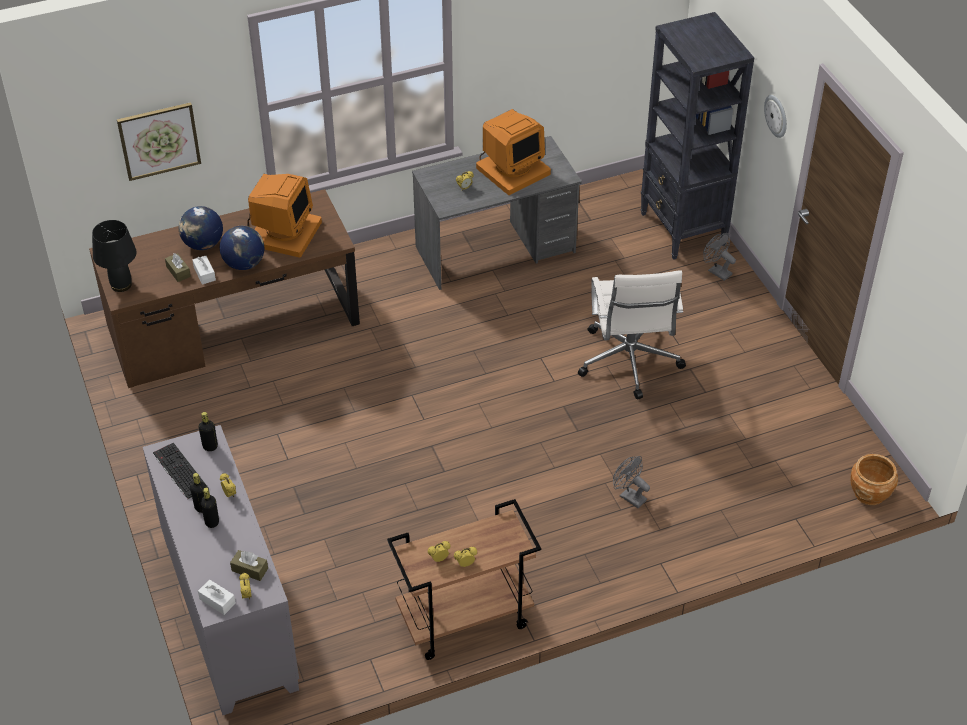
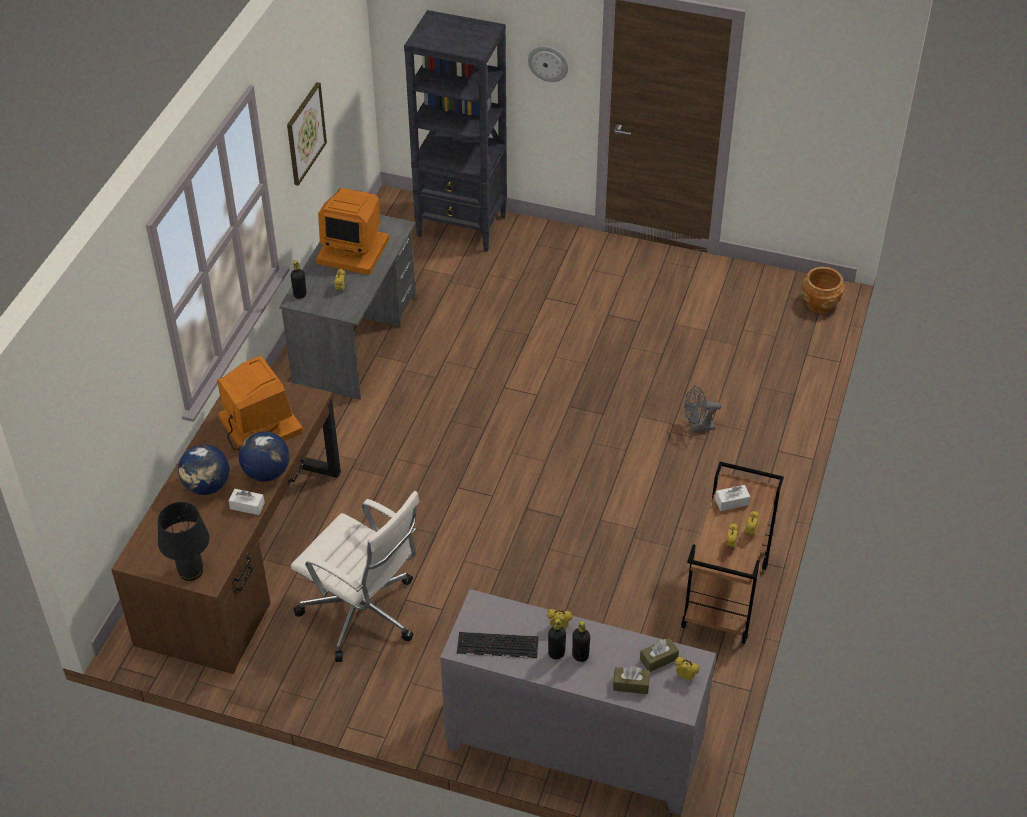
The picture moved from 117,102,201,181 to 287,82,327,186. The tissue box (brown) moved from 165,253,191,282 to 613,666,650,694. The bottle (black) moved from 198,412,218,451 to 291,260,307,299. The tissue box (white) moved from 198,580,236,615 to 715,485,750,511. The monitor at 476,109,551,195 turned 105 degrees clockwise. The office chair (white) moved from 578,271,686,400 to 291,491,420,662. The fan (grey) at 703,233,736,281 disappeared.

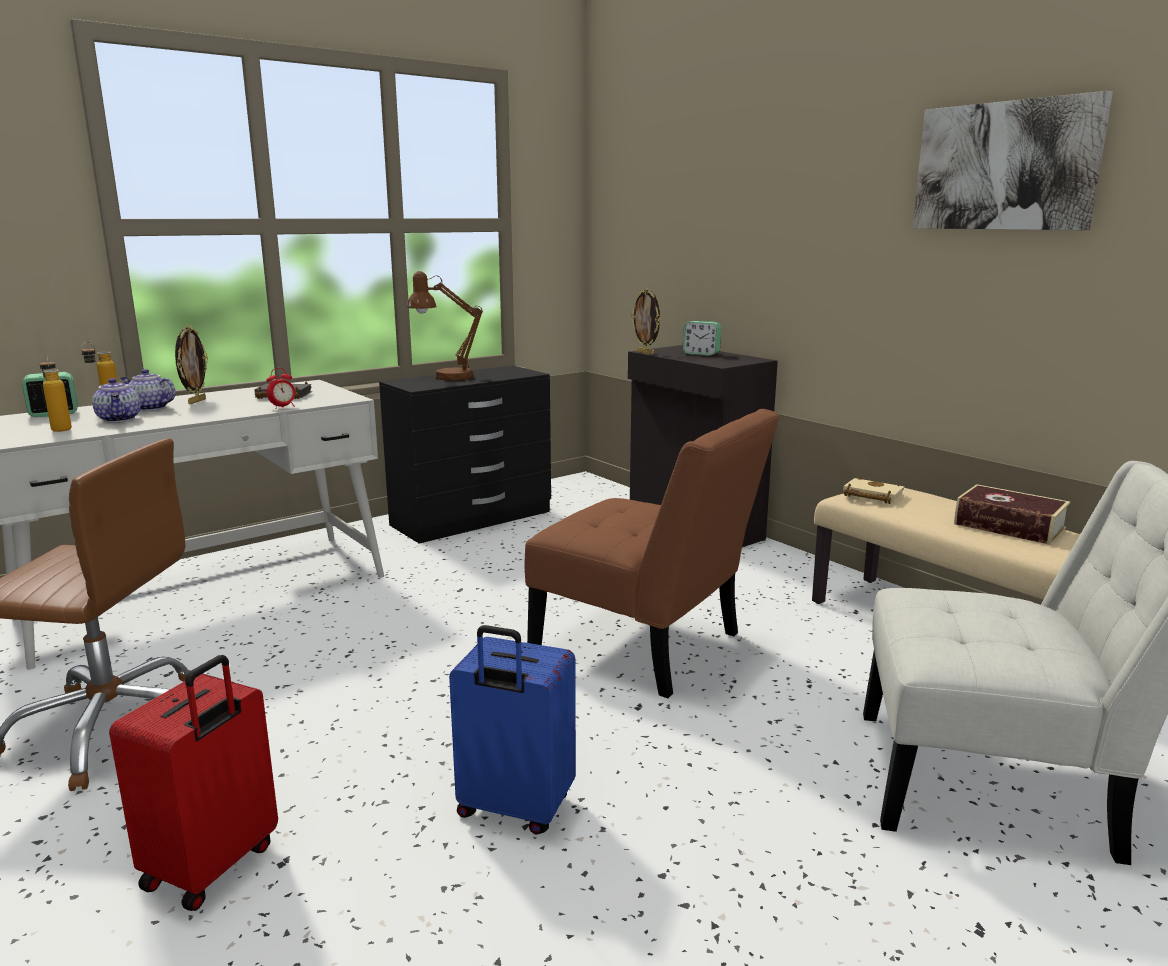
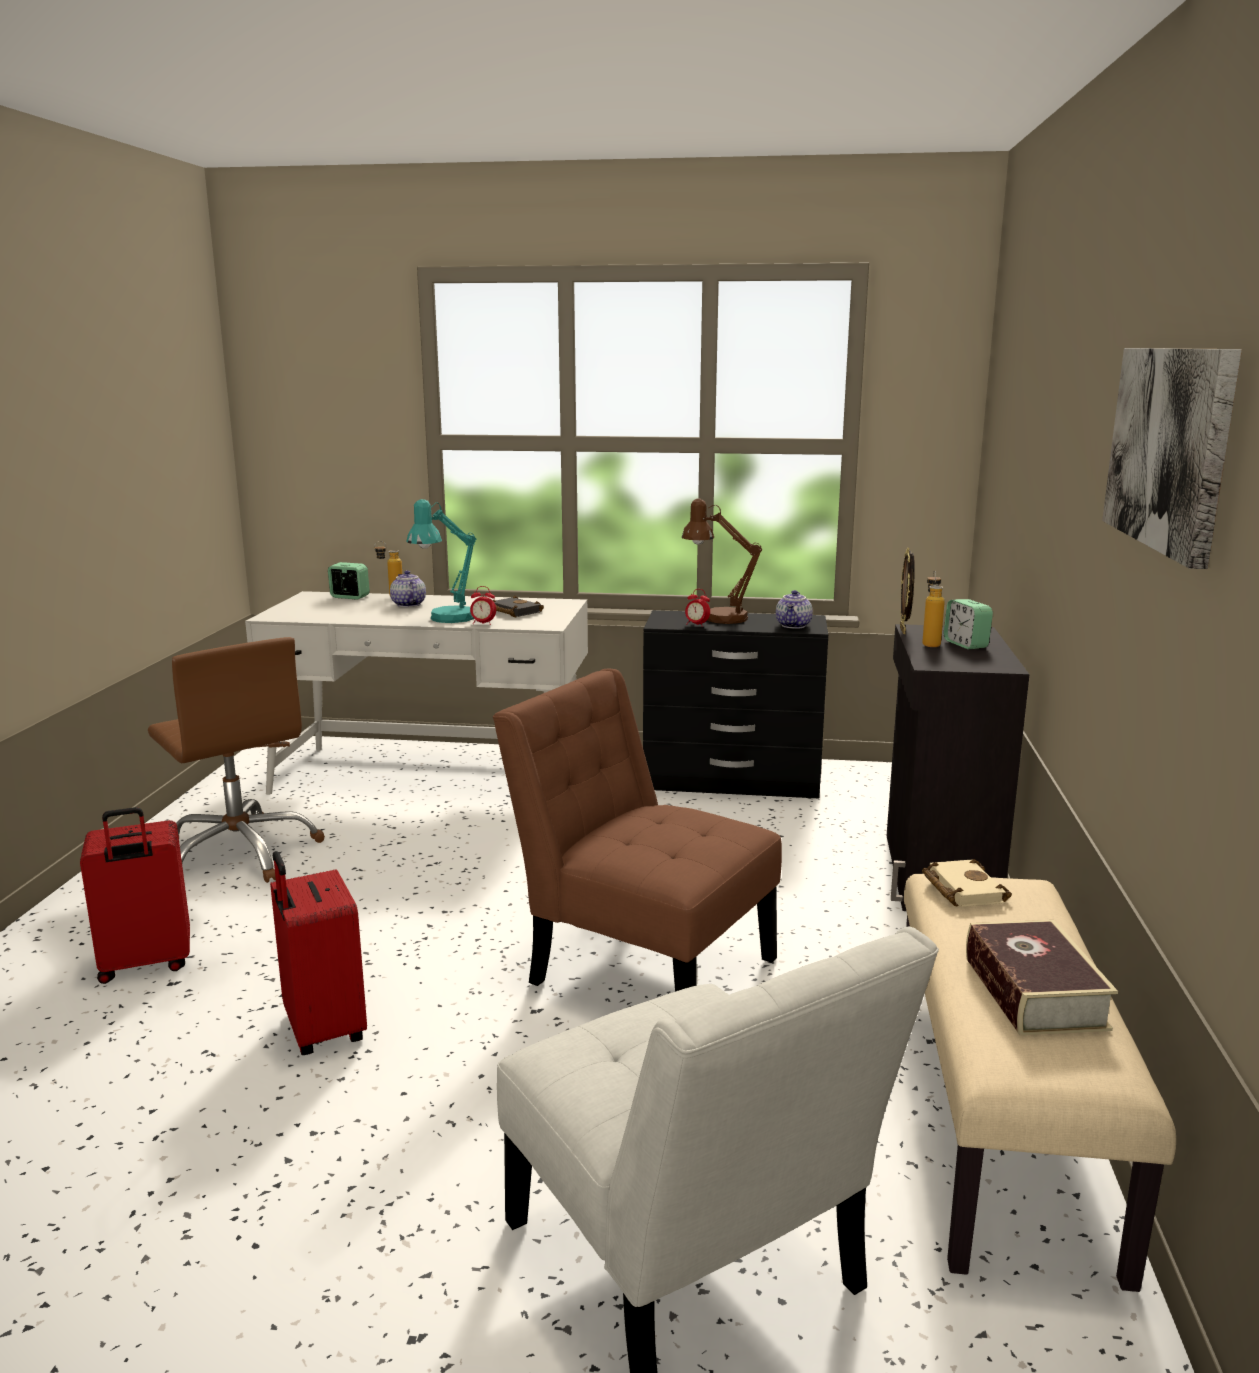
The bottle moved from 40,355,72,432 to 922,570,945,647. The teapot moved from 92,378,141,423 to 776,590,813,629. The picture frame at 175,325,208,404 disappeared. The suitcase (blue) at 449,625,576,835 became the suitcase (red) at 270,851,367,1055. The chair (brown) at 525,409,780,698 turned 135 degrees clockwise. The table lamp (turquoise) at 406,499,476,623 appeared. The alarm clock at 685,589,710,627 appeared.

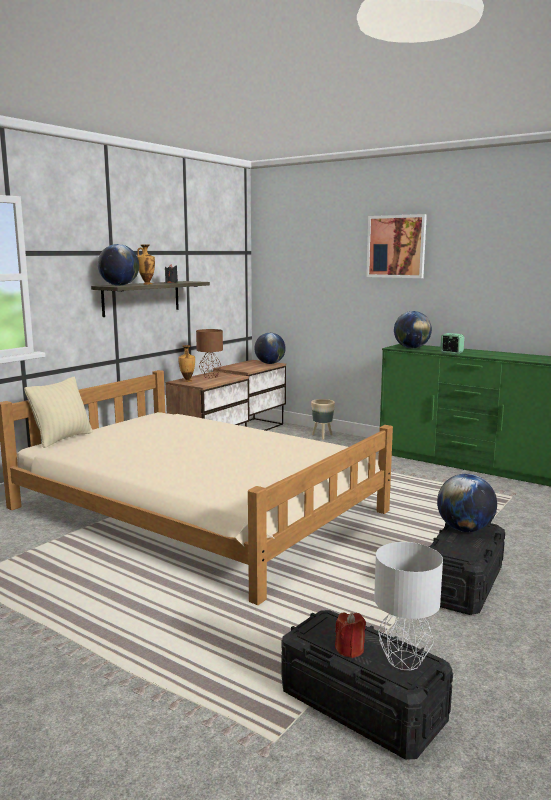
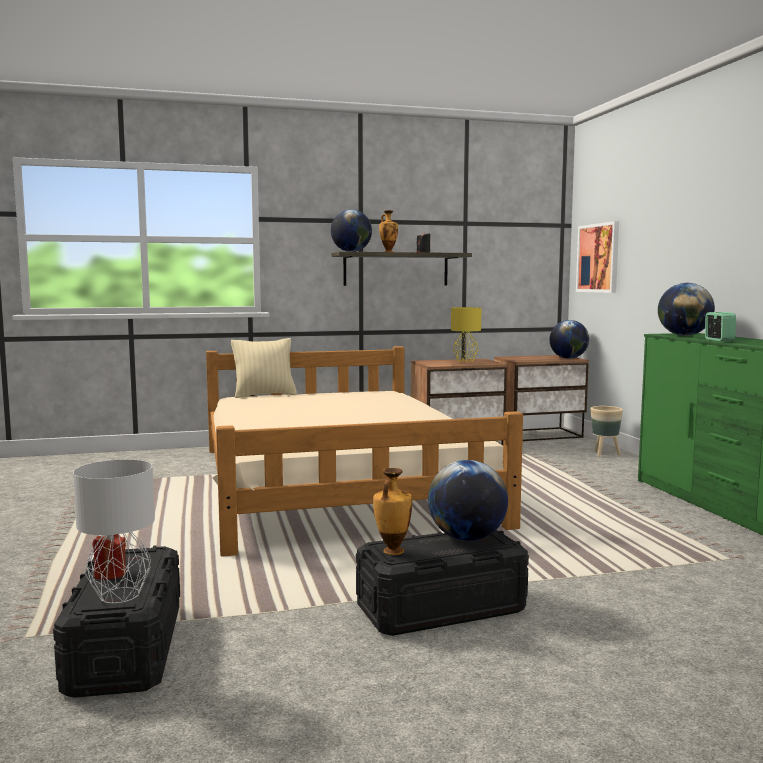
The vase moved from 178,345,195,382 to 373,468,412,555. The table lamp (brown) at 196,329,223,378 became the table lamp (yellow) at 451,307,482,362. The picture moved from 366,214,427,278 to 576,221,619,293.

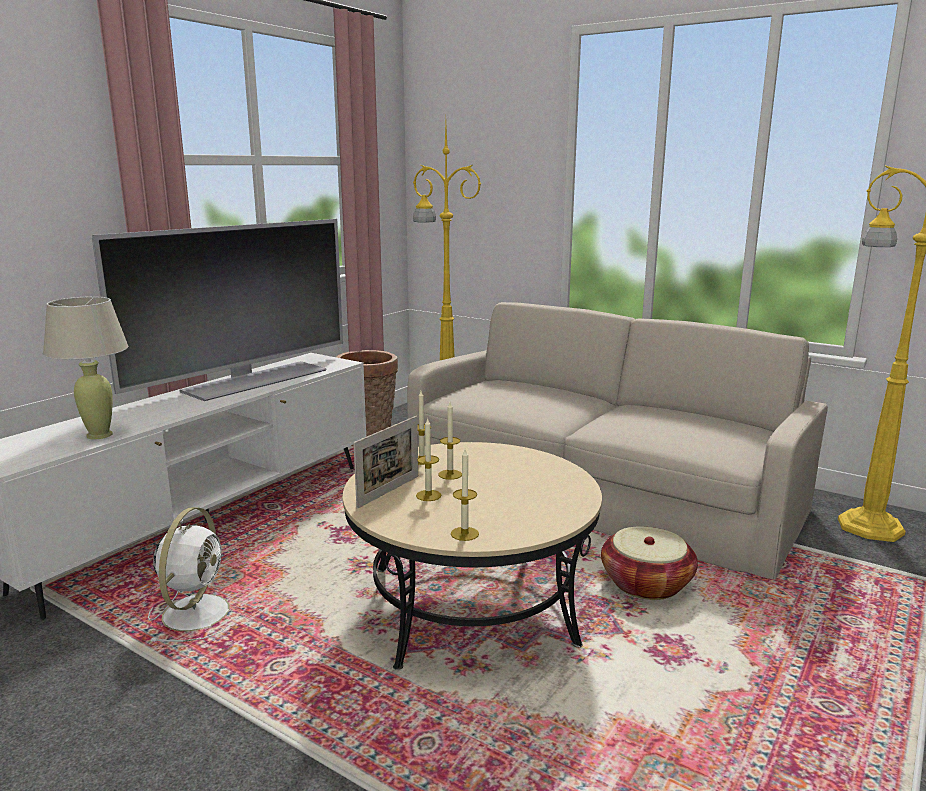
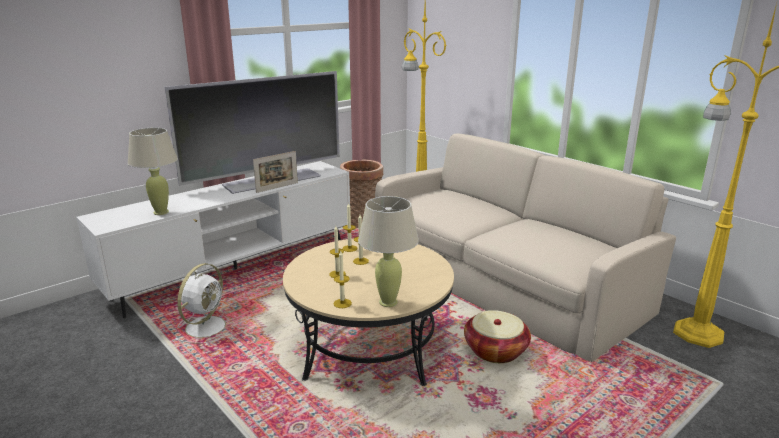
The picture frame moved from 353,416,418,509 to 253,151,298,193. The table lamp (beige) at 358,196,419,307 appeared.

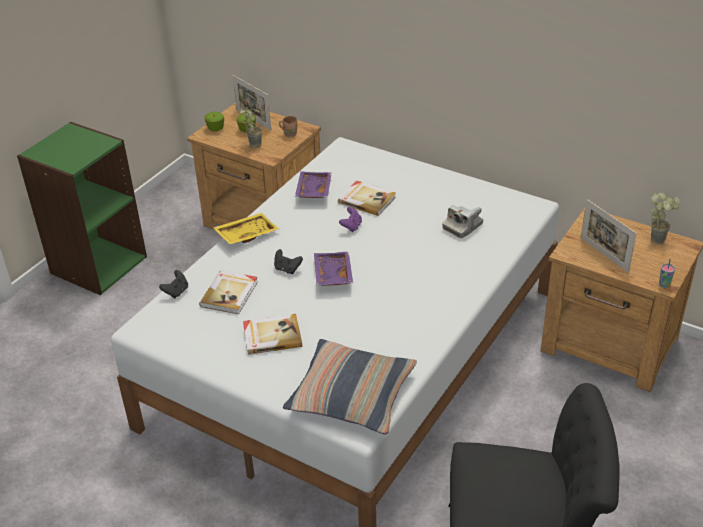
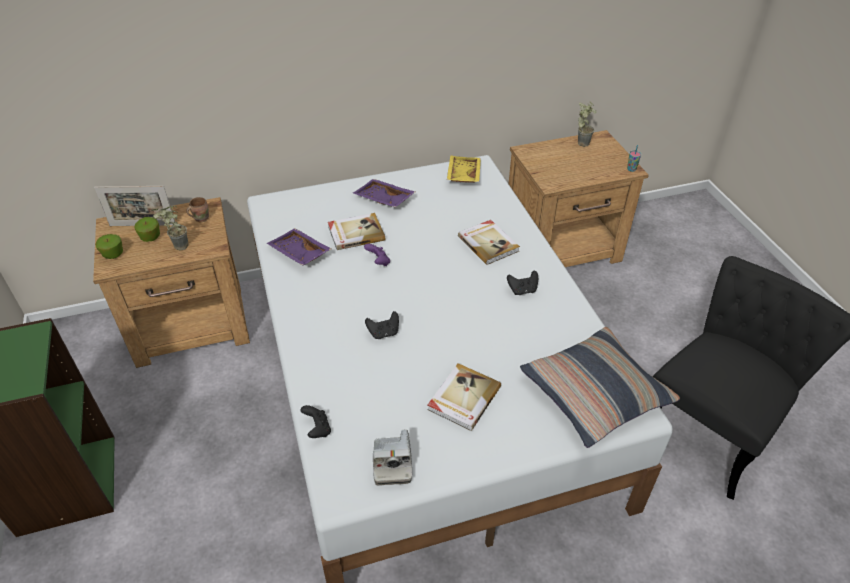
The book moved from 199,270,258,314 to 458,220,520,265. The tray (yellow) moved from 213,213,279,244 to 447,155,481,183. The tray (purple) moved from 314,252,353,286 to 353,179,415,207. The photo camera moved from 442,205,483,238 to 373,430,412,486. The picture frame at 581,199,637,273 disappeared. The game controller (black) at 507,270,538,295 appeared.

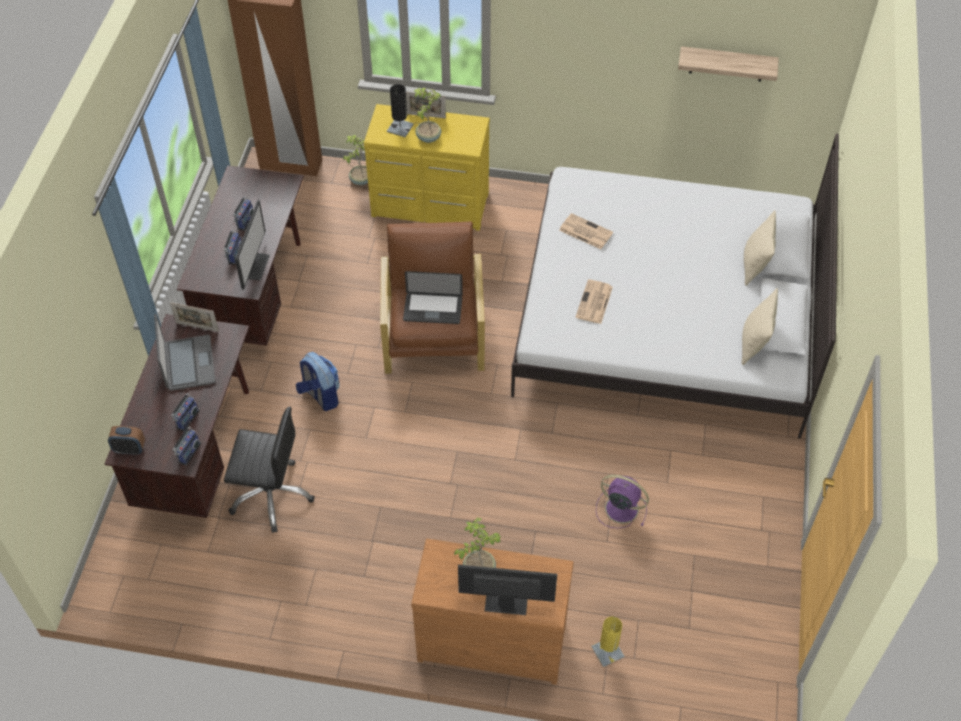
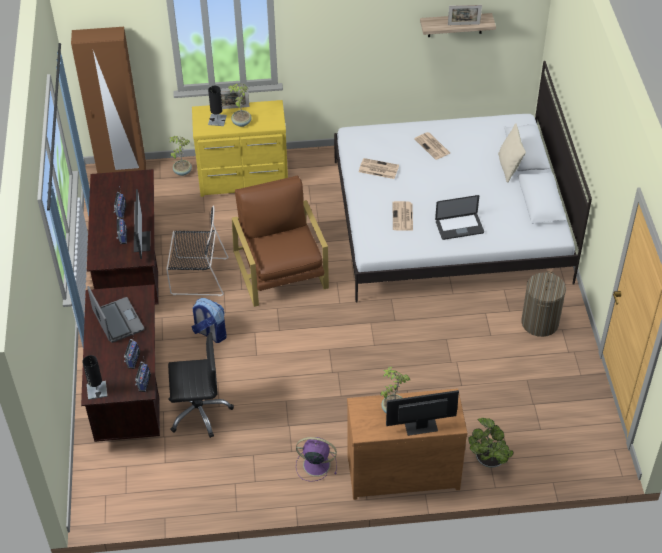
The alarm clock at 108,426,145,455 was replaced by the table lamp (black) at 82,355,108,400. The picture frame moved from 170,302,219,332 to 448,5,482,25. The laptop moved from 403,271,463,324 to 435,195,484,240. The table lamp (yellow) at 591,616,625,667 was replaced by the potted plant at 468,418,514,468. The fan (purple) moved from 596,475,649,528 to 296,437,337,482. The pillow (beige) at 742,288,778,365 disappeared. The chair (black) at 166,206,228,296 appeared. The newspaper at 414,132,450,160 appeared. The laundry basket at 521,271,566,337 appeared.

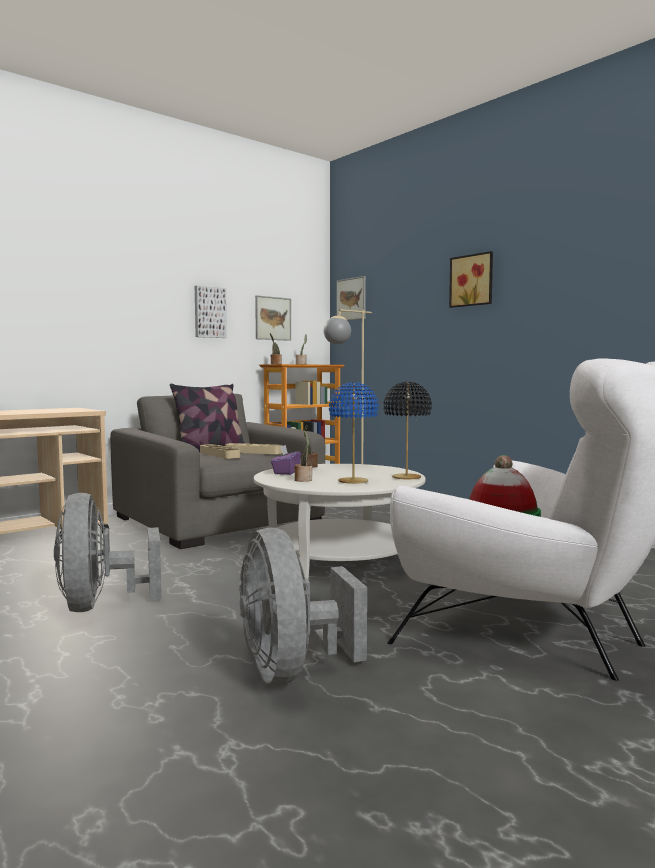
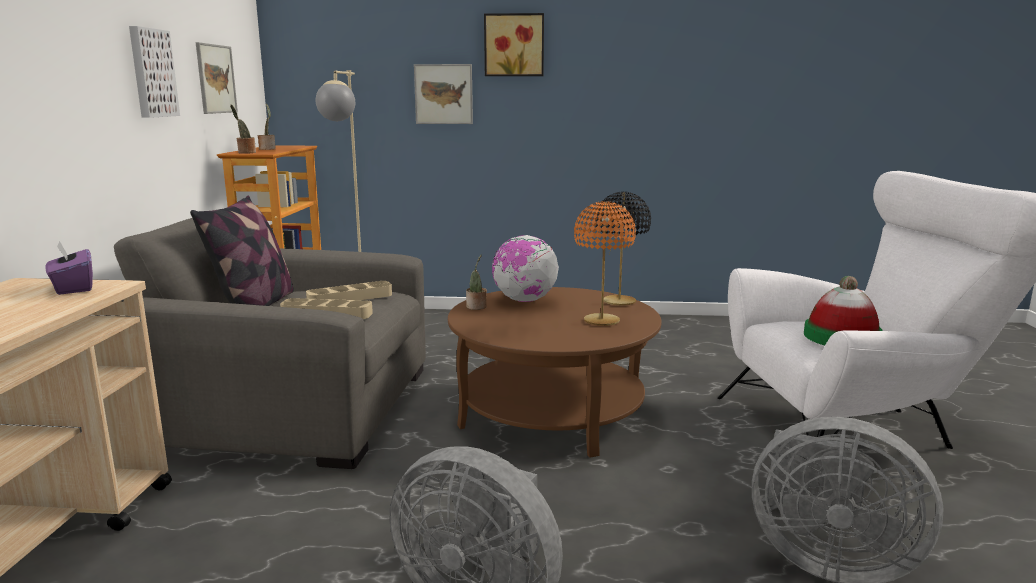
The coffee table (white) at 254,464,426,580 became the coffee table (brown) at 448,287,662,458. The tissue box (purple) moved from 271,445,301,475 to 45,241,93,295. The potted plant at 294,431,312,482 disappeared. The table lamp (blue) at 329,382,379,484 became the table lamp (orange) at 574,201,636,326. The picture moved from 336,276,366,320 to 414,64,473,124. The globe at 492,235,559,302 appeared.

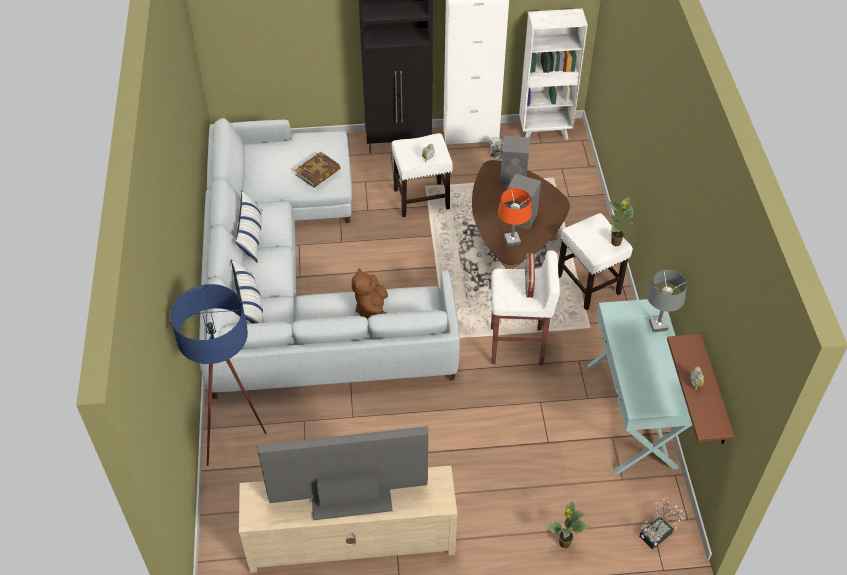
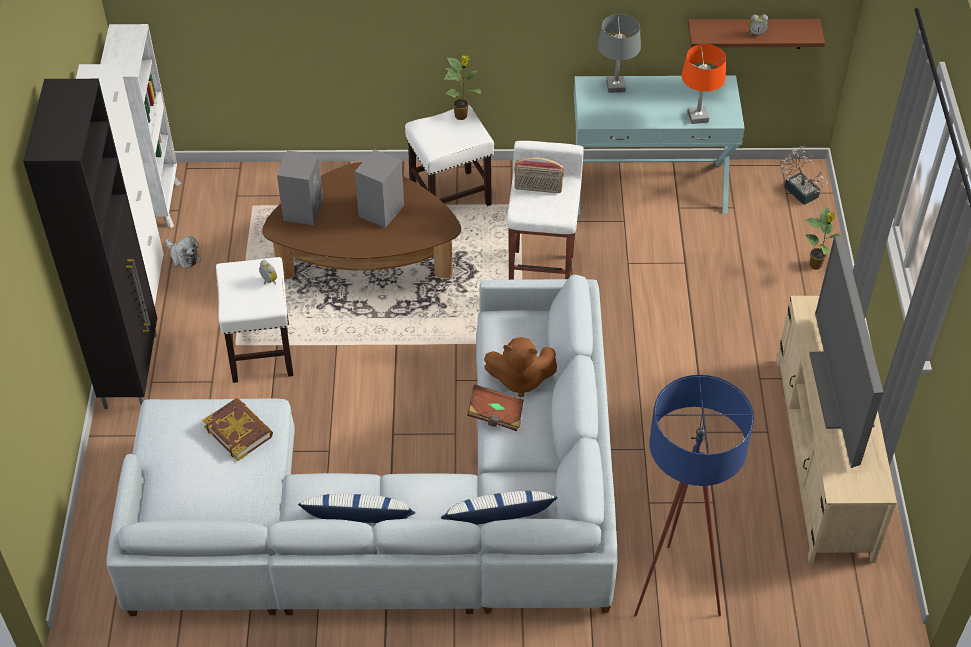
The table lamp (orange) moved from 498,188,532,246 to 681,44,726,124. The book (brown) at 467,384,524,431 appeared.

